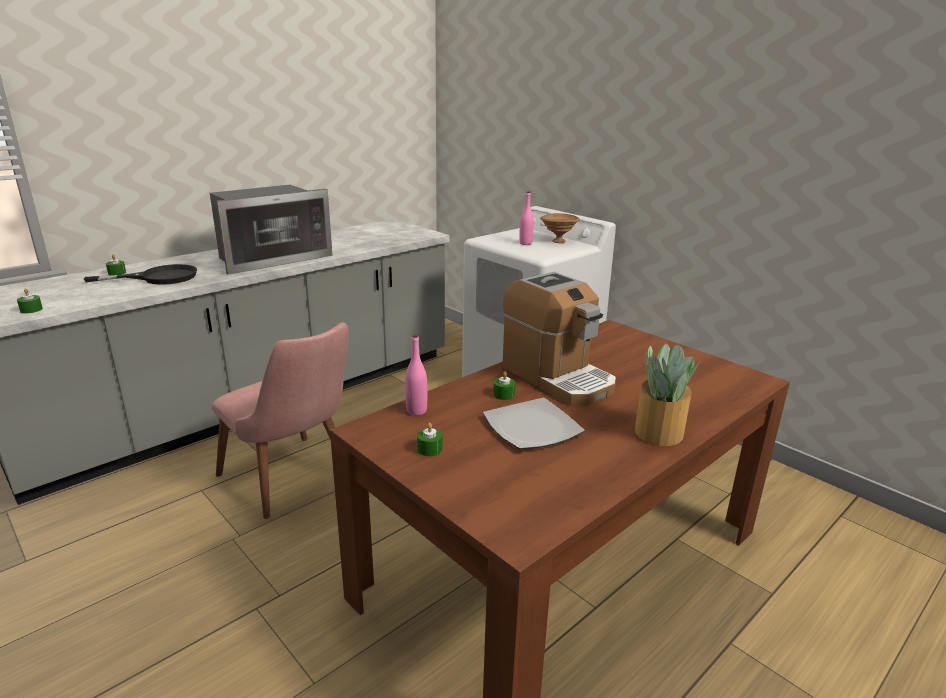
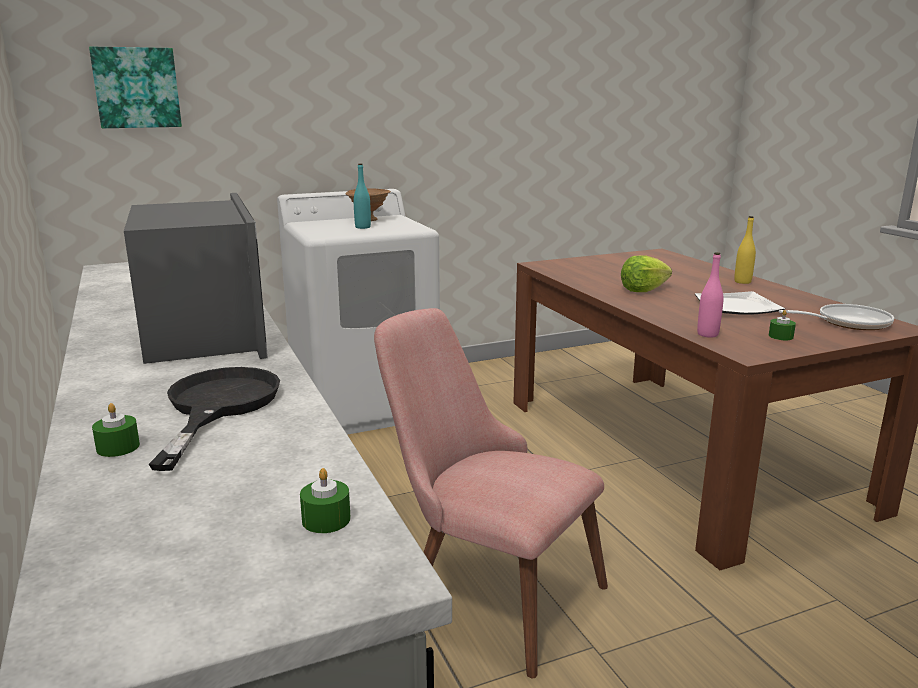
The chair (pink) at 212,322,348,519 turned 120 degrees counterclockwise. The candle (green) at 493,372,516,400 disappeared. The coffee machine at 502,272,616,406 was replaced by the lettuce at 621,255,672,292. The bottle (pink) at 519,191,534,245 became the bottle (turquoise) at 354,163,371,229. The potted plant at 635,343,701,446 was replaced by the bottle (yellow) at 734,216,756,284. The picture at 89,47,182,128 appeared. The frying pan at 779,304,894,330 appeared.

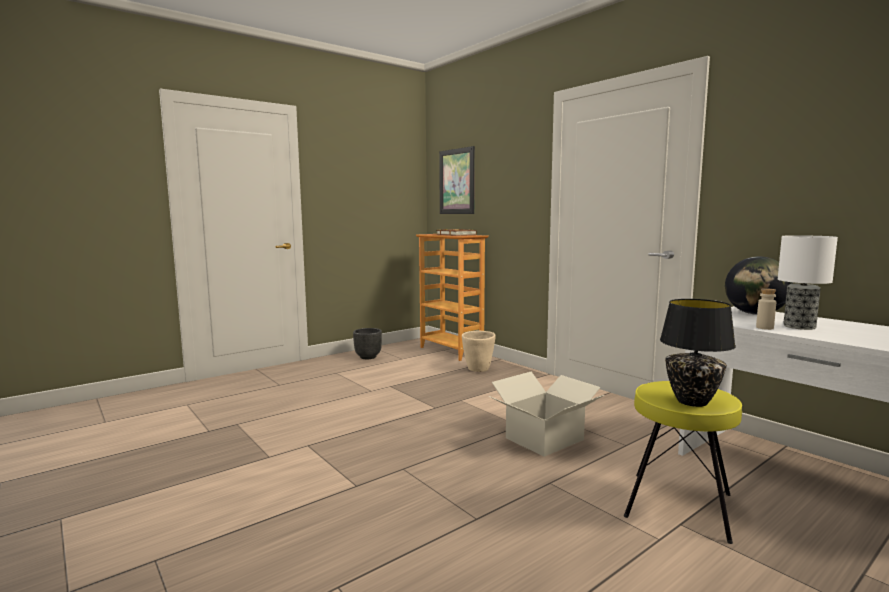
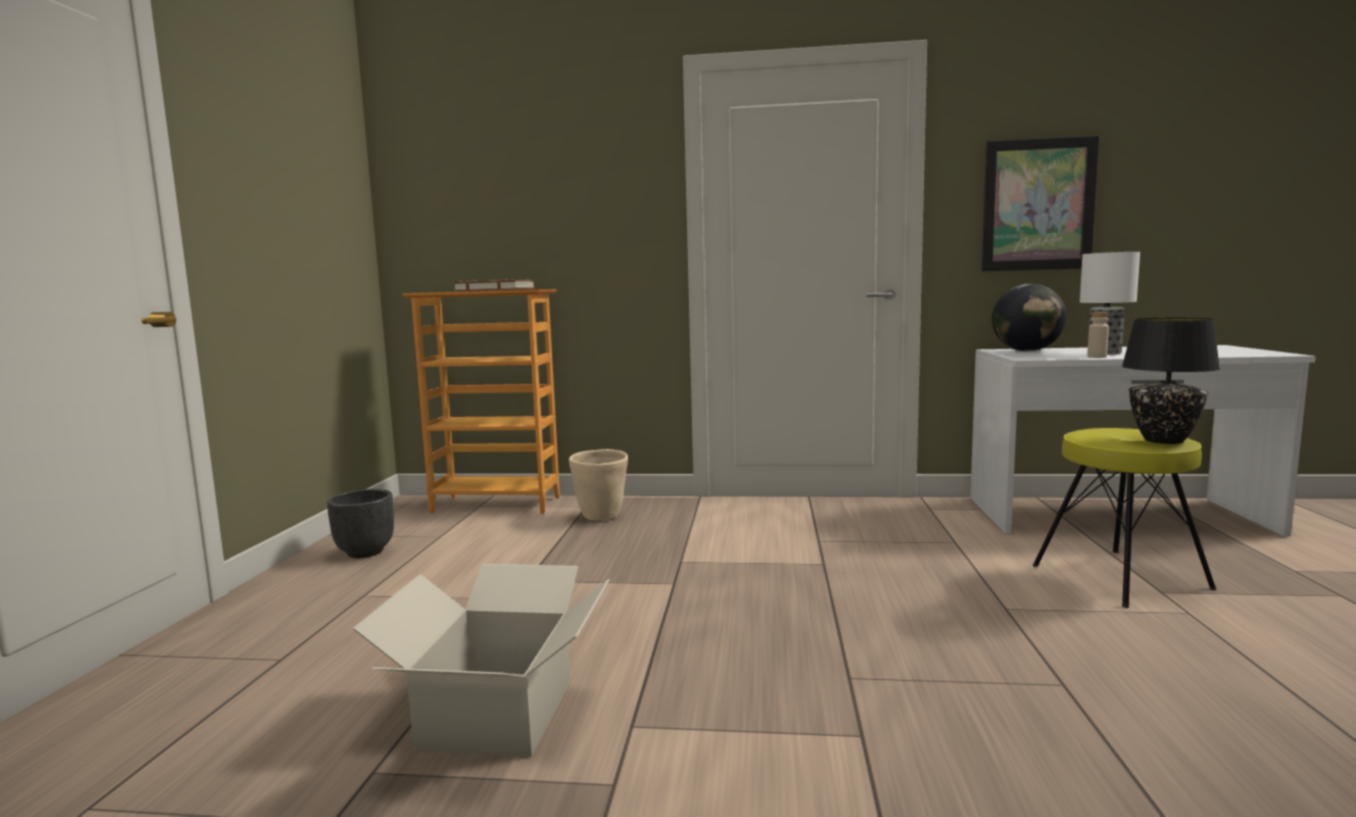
The picture moved from 439,146,475,214 to 981,136,1099,271. The cardboard box moved from 489,372,604,457 to 352,564,610,757.

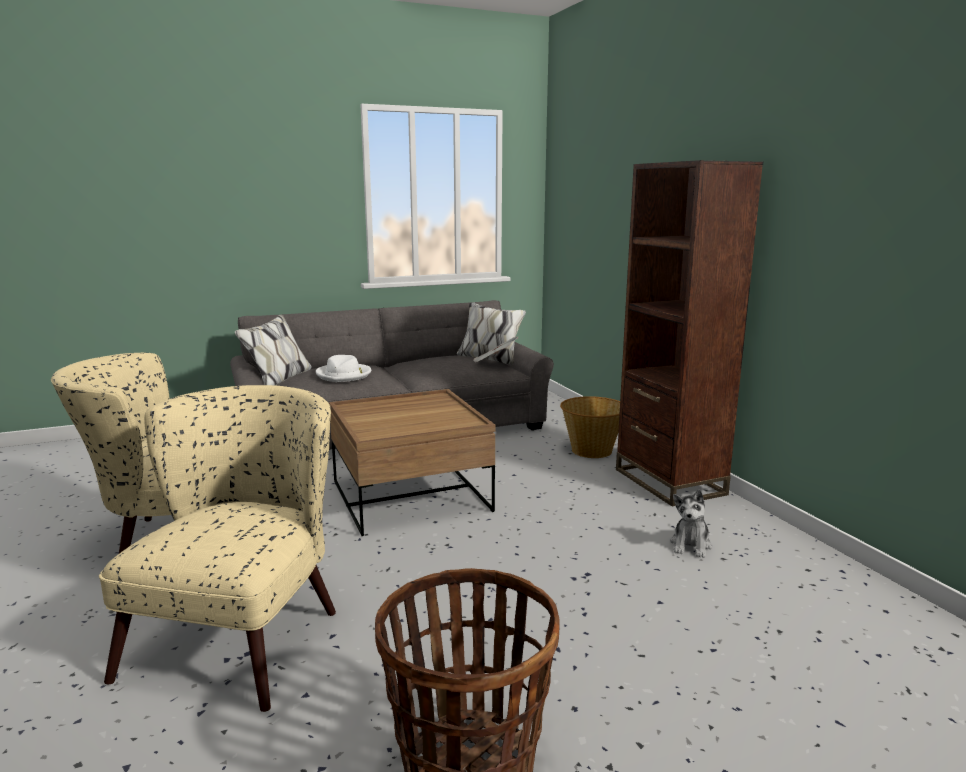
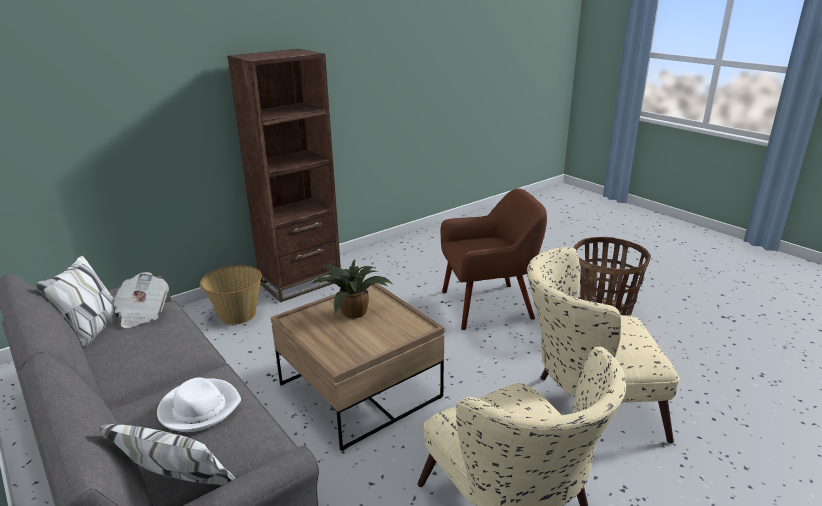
The plush toy at 670,490,712,558 disappeared. The potted plant at 311,260,392,318 appeared. The armchair (brown) at 440,188,547,330 appeared.

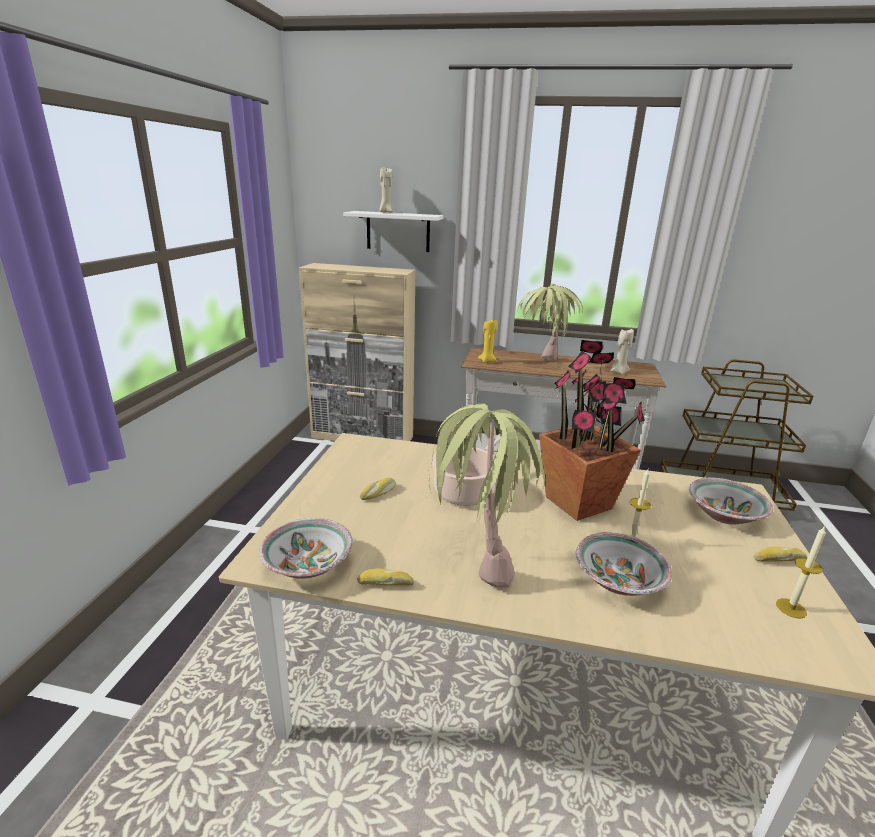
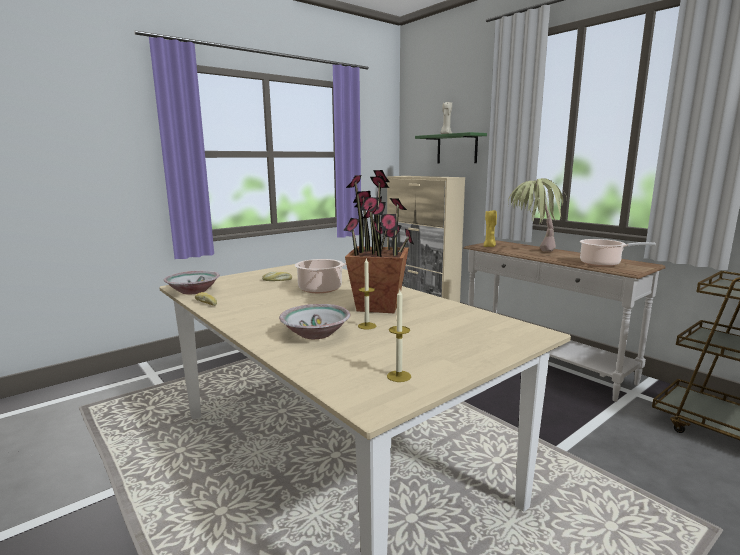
The shelf (white) at 343,211,443,252 became the shelf (green) at 415,132,487,163. The potted plant at 428,404,545,587 disappeared. The candle (beige) at 610,329,634,375 was replaced by the cooking pot at 580,239,656,267. The bowl at 689,478,773,525 disappeared. The bread at 754,546,807,562 disappeared.

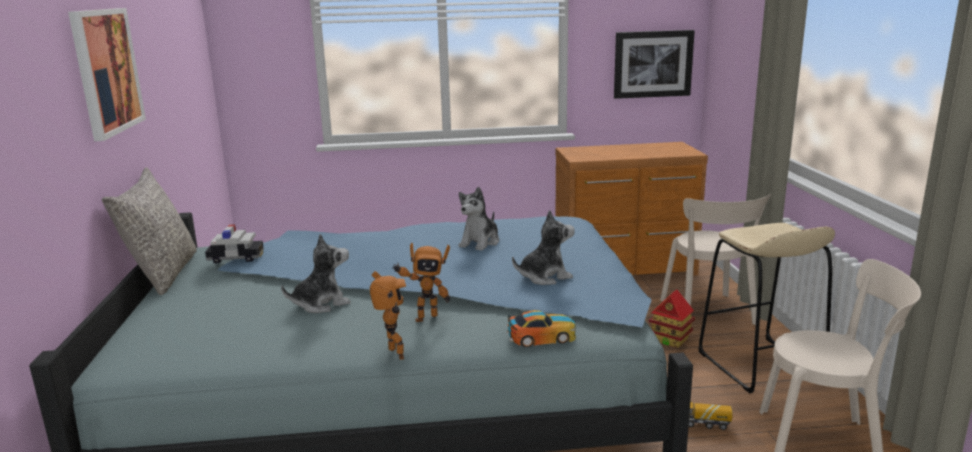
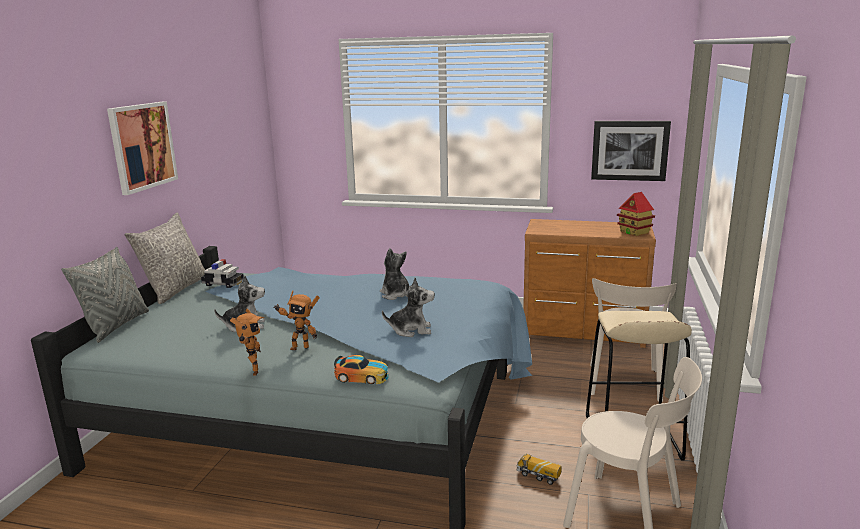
The plush toy at 458,187,499,251 turned 105 degrees clockwise. The toy house moved from 649,289,695,348 to 617,192,655,236. The pillow (grey) at 61,247,149,343 appeared.

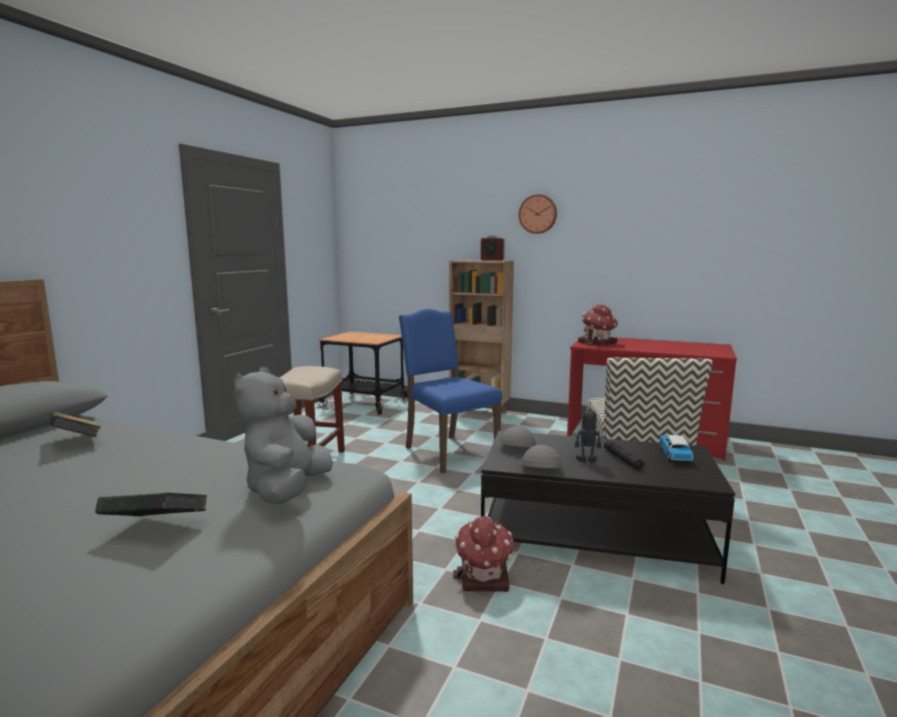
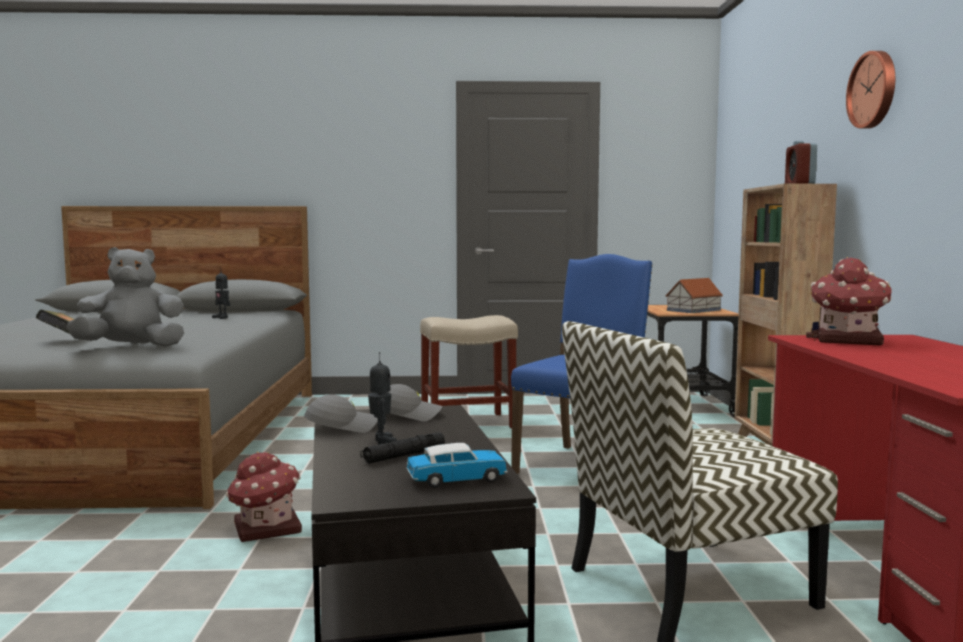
The book at 48,412,101,437 was replaced by the toy robot at 212,272,230,319. The toy house at 665,278,723,313 appeared.

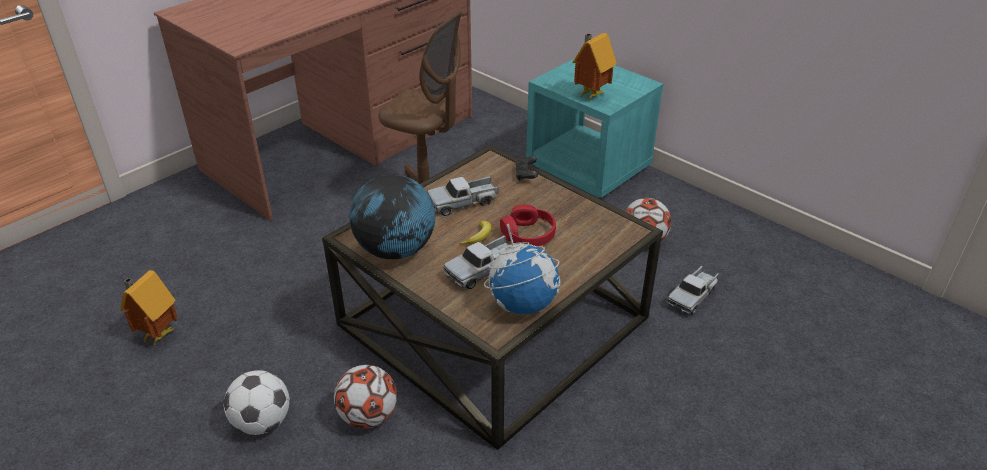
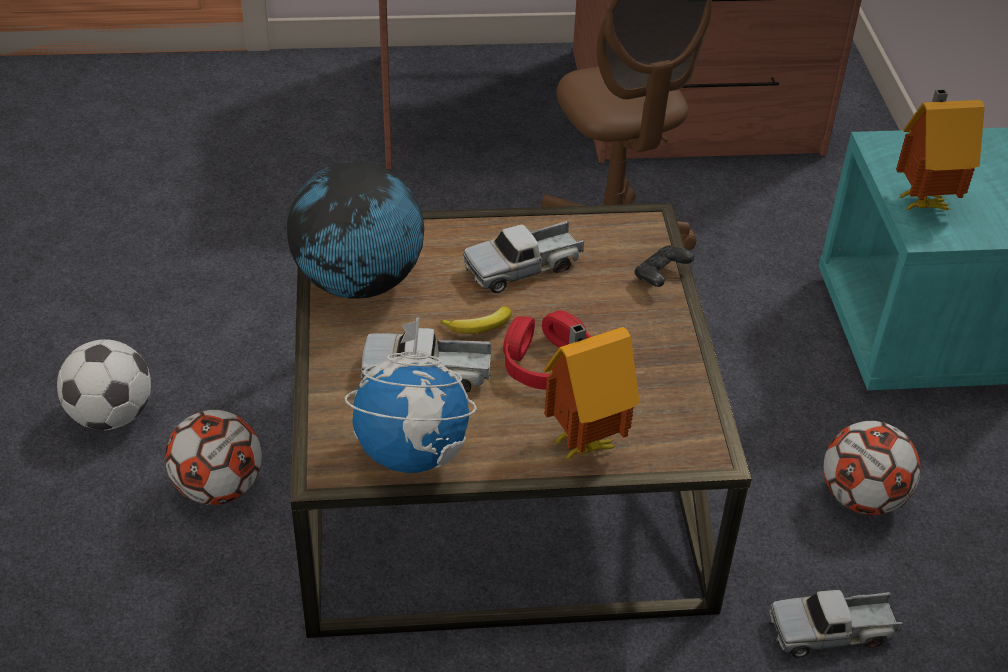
The toy house moved from 120,270,178,347 to 543,324,640,461. The toy truck at 428,176,499,216 turned 45 degrees counterclockwise.

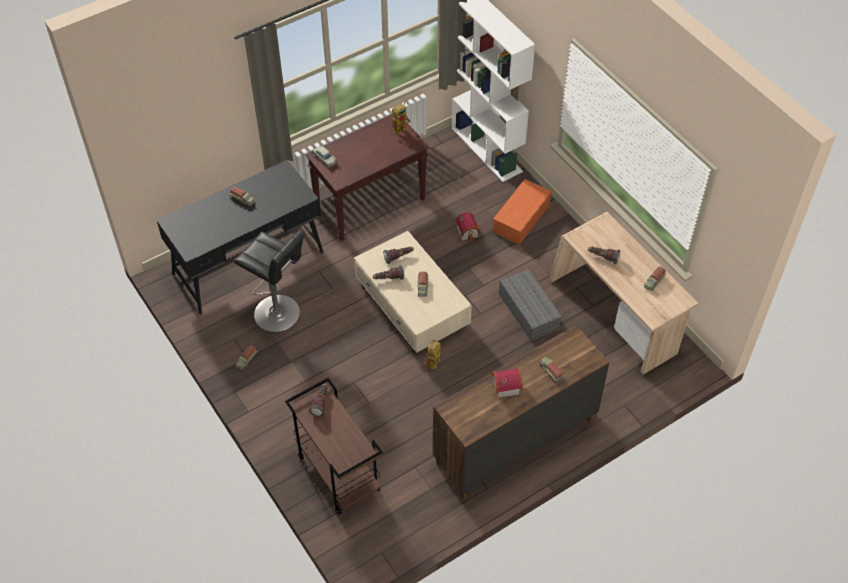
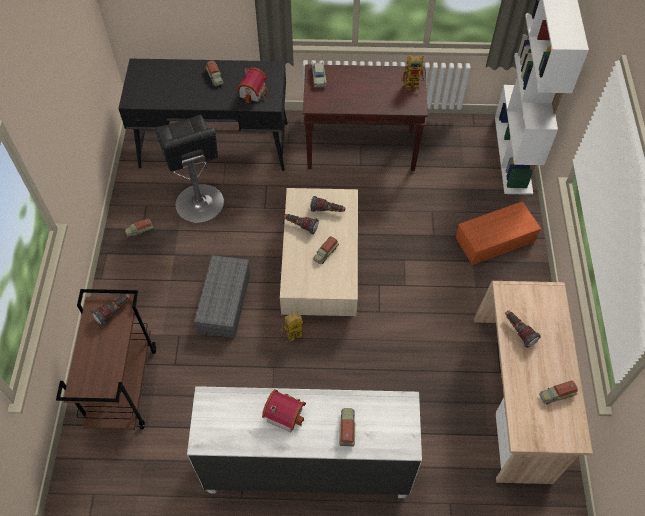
The dresser (brown) at 433,325,610,500 became the dresser (white) at 187,386,422,498. The toy house moved from 455,212,482,242 to 236,67,269,104. The storage box (grey) moved from 499,269,562,341 to 194,255,250,338.

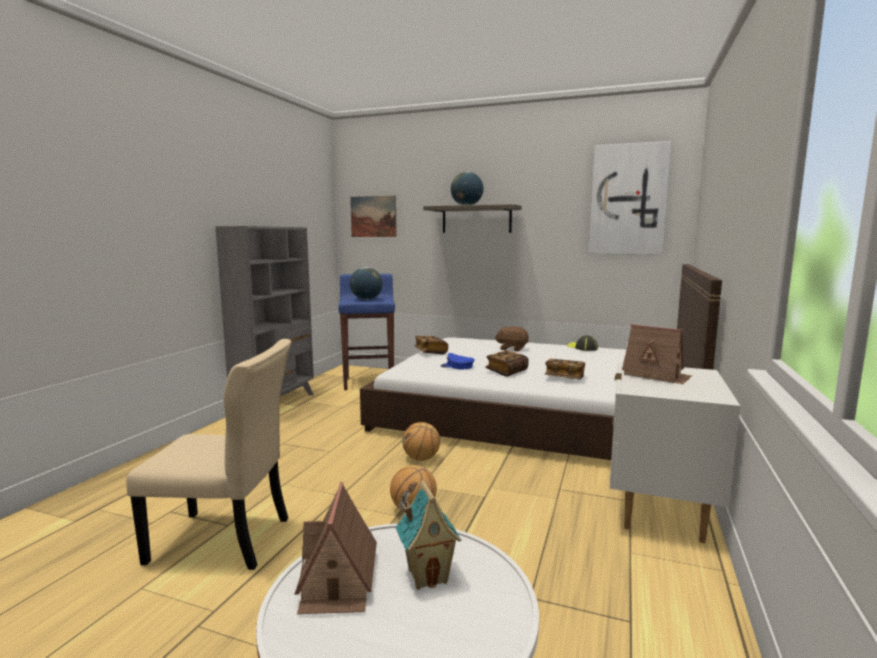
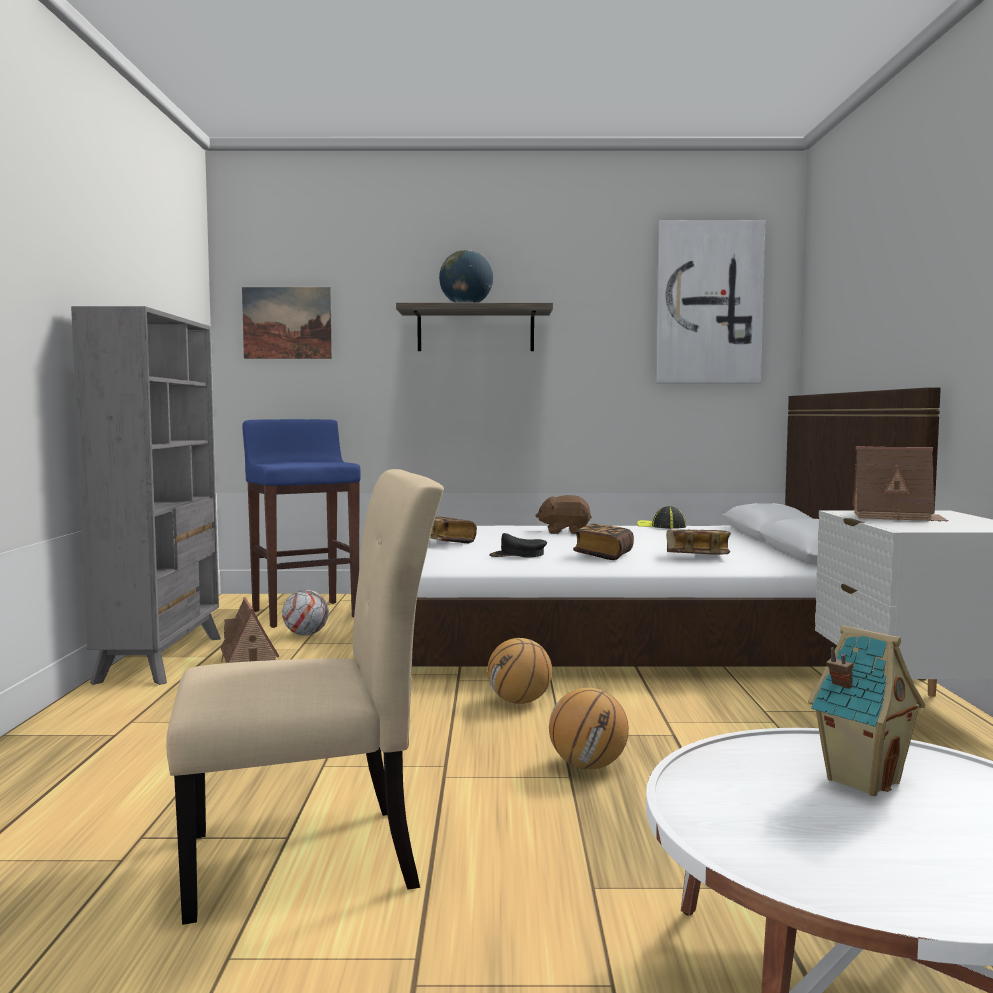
The toy house moved from 294,482,377,614 to 221,597,280,663. The globe at 350,267,383,300 disappeared. The cap (blue) at 441,353,475,370 became the cap (black) at 489,533,547,558. The football at 282,590,329,635 appeared.

